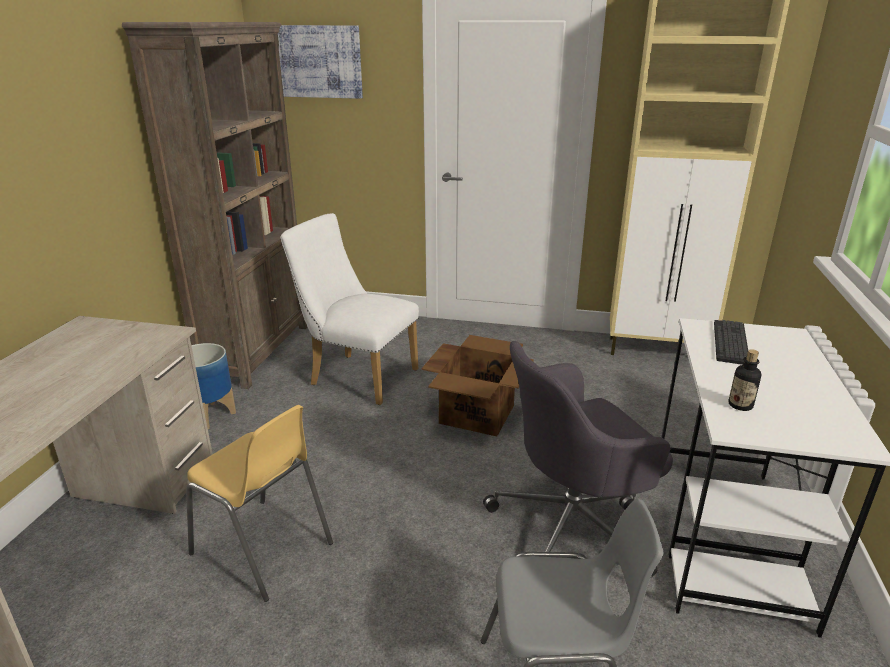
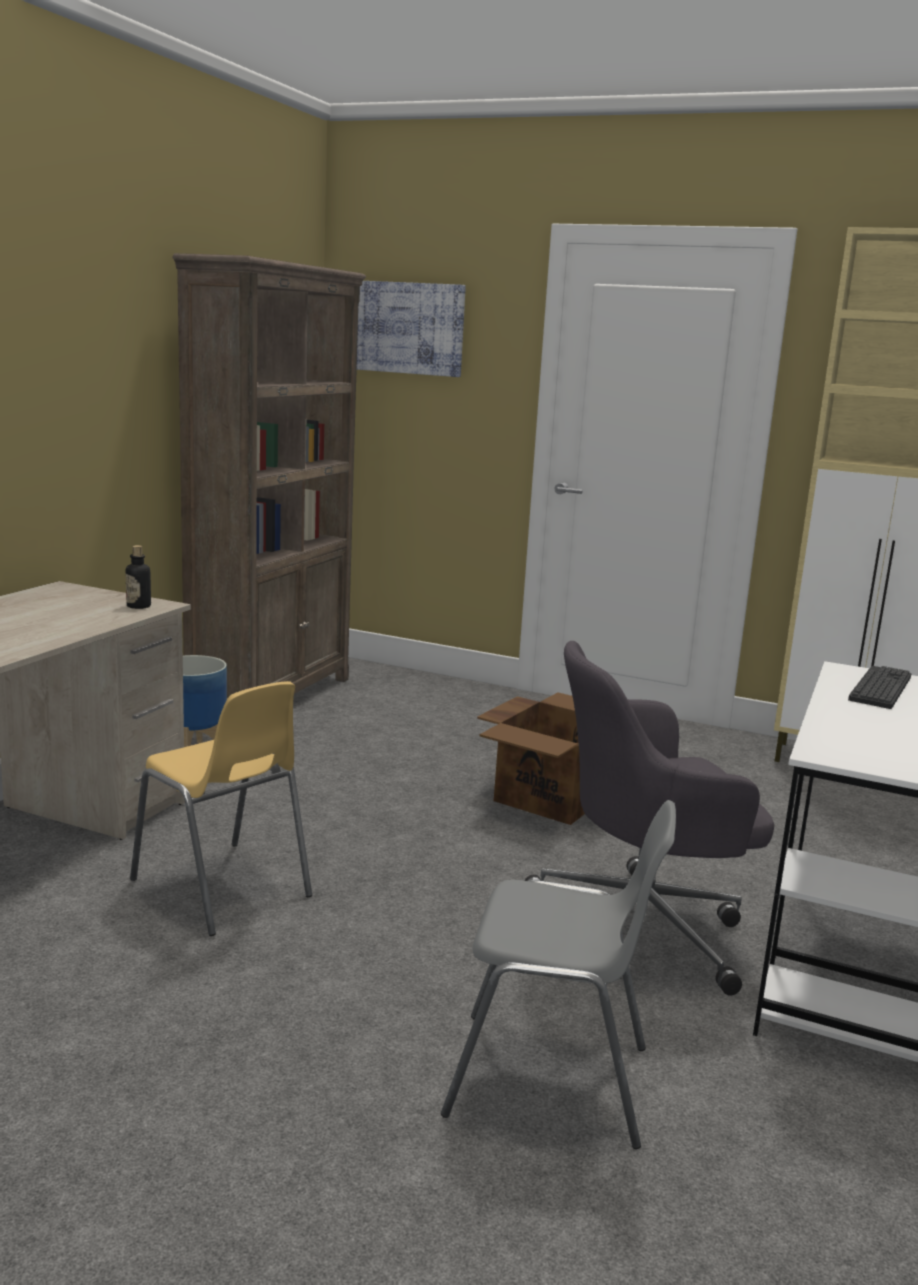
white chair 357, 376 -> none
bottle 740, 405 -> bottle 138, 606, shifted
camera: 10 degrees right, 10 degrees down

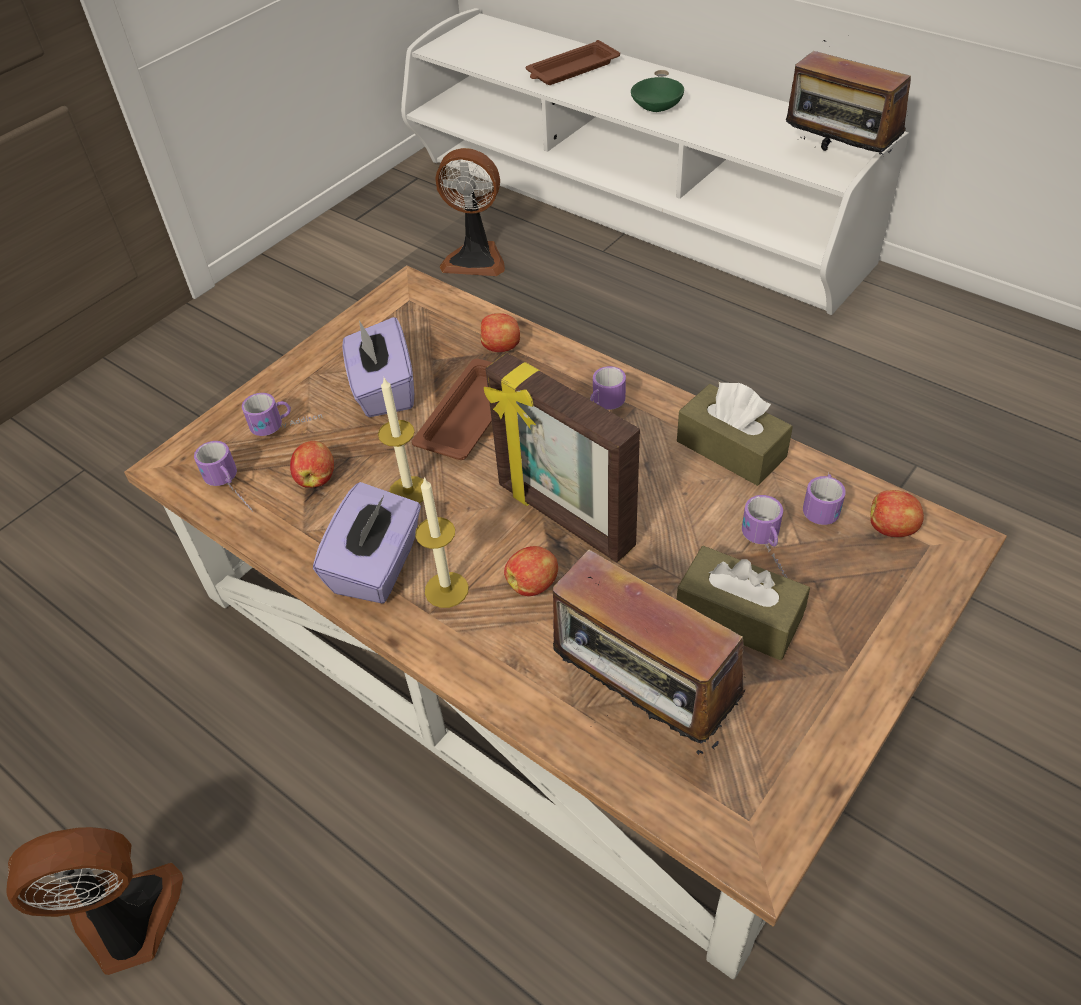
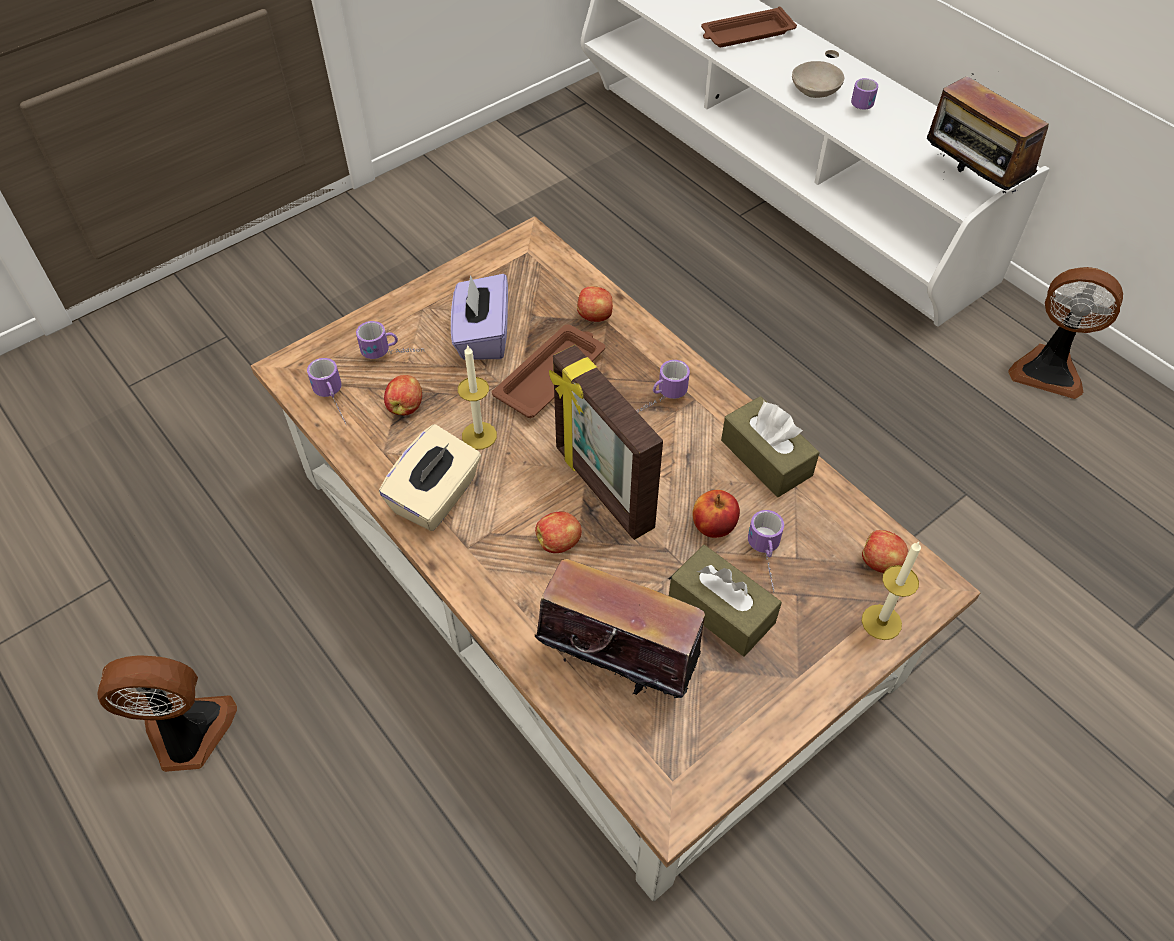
none -> apple 713, 526
candle 446, 589 -> candle 881, 622, shifted
fan 476, 259 -> fan 1048, 369, shifted
mug 822, 503 -> mug 866, 102, shifted
purple tissue box 377, 566 -> beige tissue box 436, 497
green bowl 658, 105 -> beige bowl 817, 90
radio 642, 702 -> radio 617, 664, 150 degrees clockwise
camera: 10 degrees right, 5 degrees up

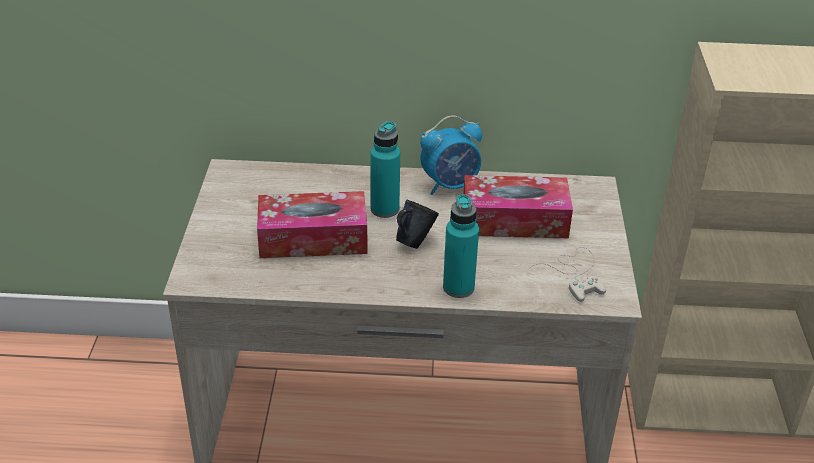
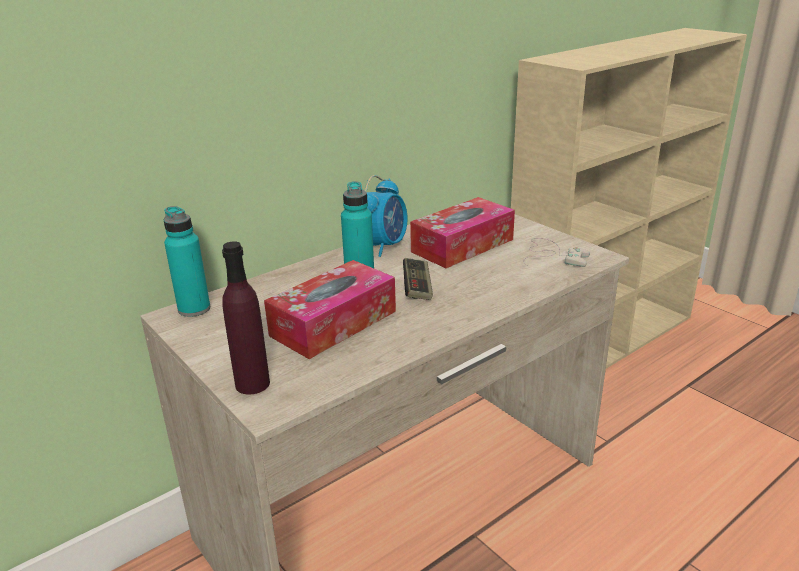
none -> purple bottle 252, 384
turquoise bottle 458, 287 -> turquoise bottle 194, 309, shifted
blue mug 414, 241 -> game controller 417, 287
camera: 40 degrees left, 10 degrees down

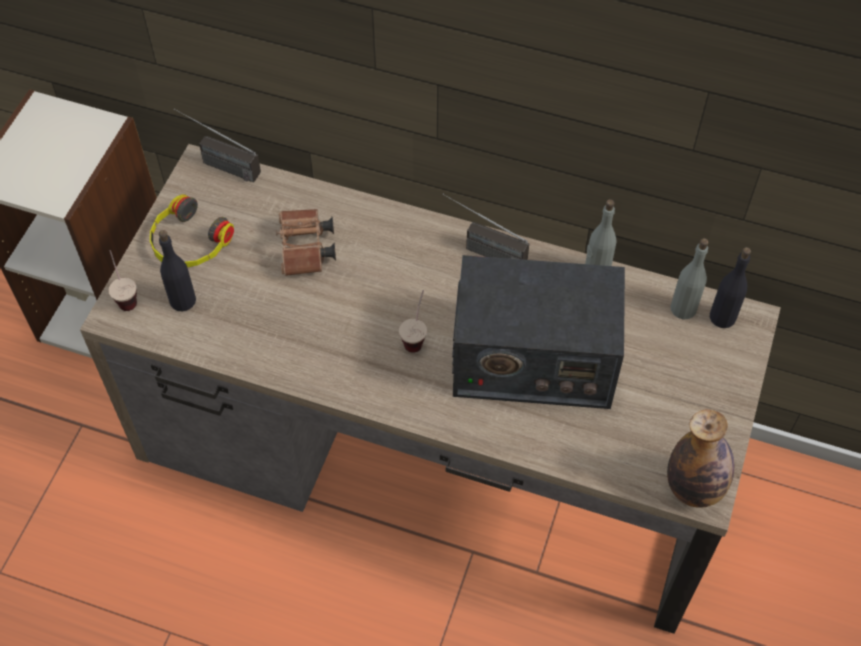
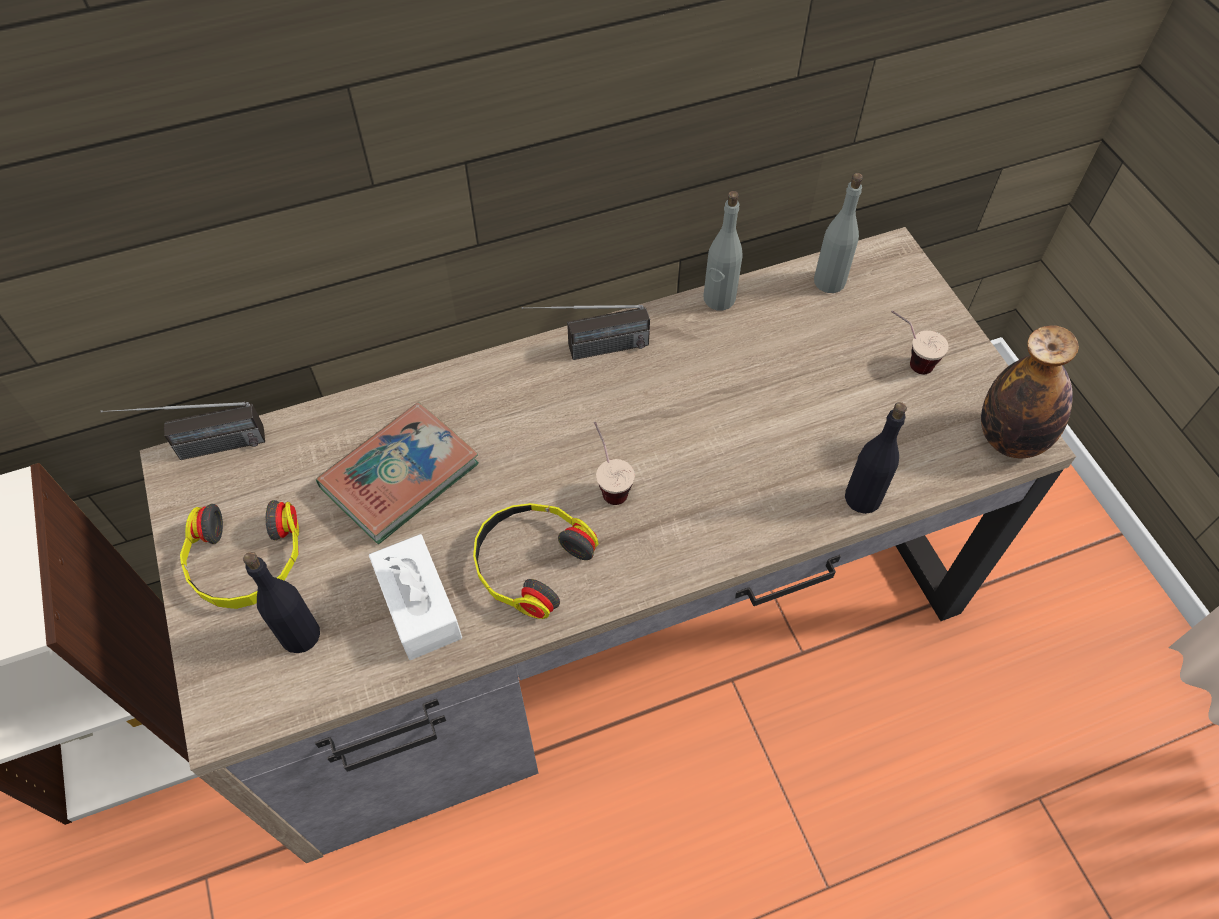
radio 532, 360 -> none
none -> white tissue box 419, 606
none -> headphones 530, 562
cup 125, 295 -> cup 907, 360, shifted
black bottle 722, 317 -> black bottle 862, 497, shifted
brown binoculars 306, 251 -> book 400, 476
camera: 40 degrees left, 0 degrees up

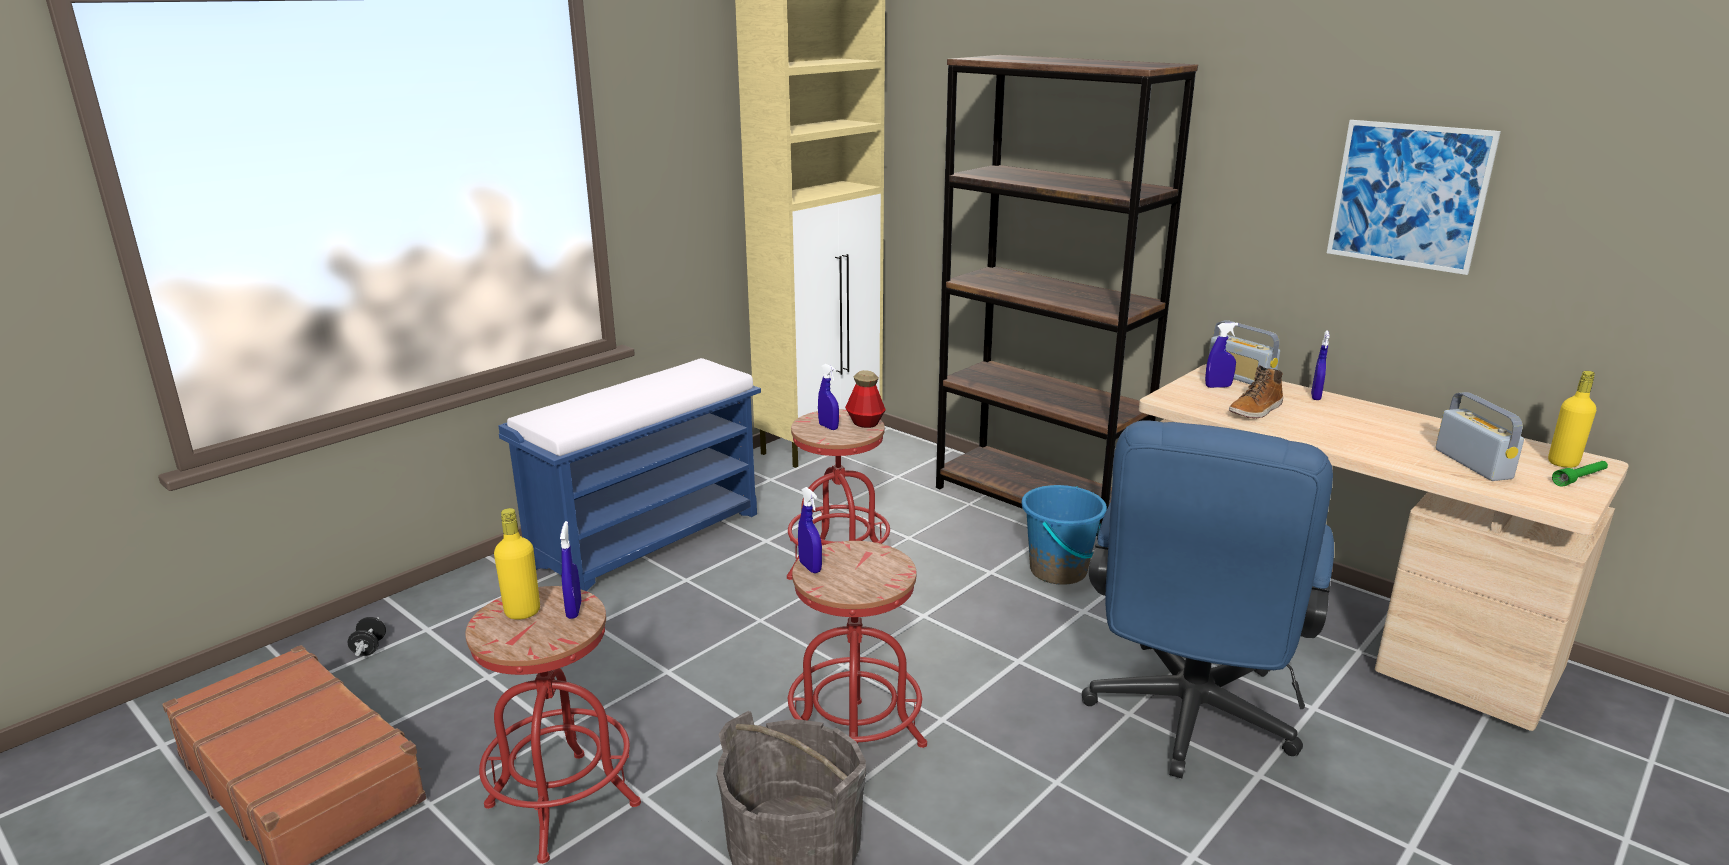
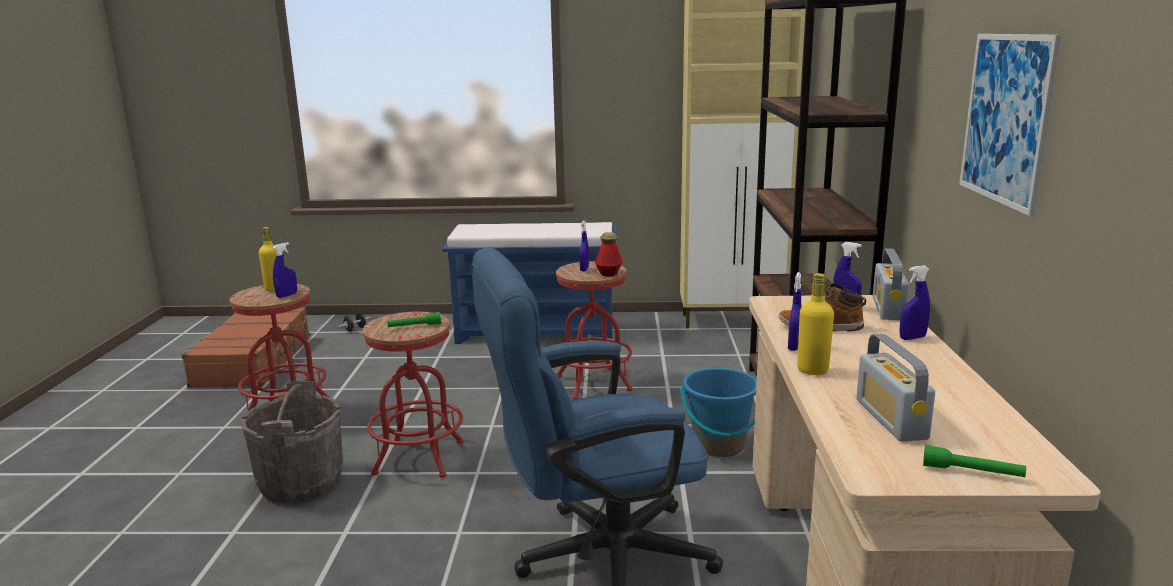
none -> green flashlight 414, 326
blue spray bottle 810, 567 -> blue spray bottle 793, 346, shifted
yellow bottle 1563, 463 -> yellow bottle 812, 370, shifted
radio 1472, 464 -> radio 891, 419, 135 degrees clockwise
camera: 50 degrees right, 5 degrees down

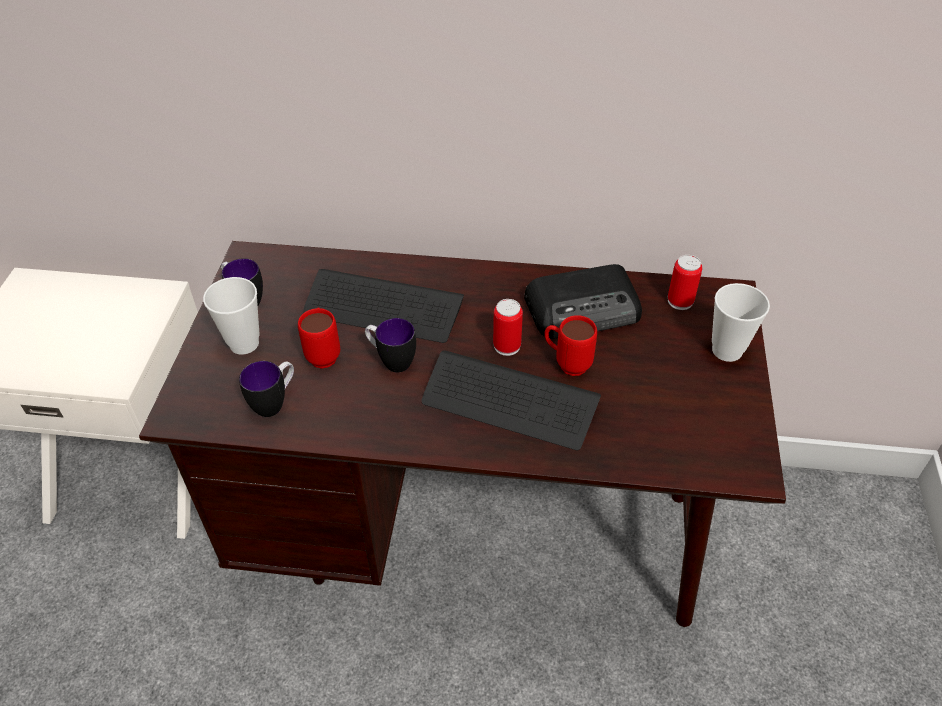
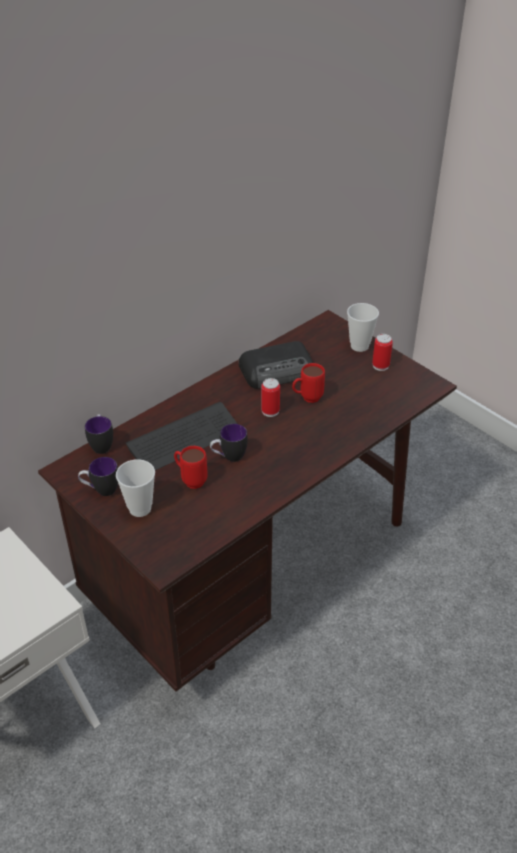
keyboard 509, 402 -> none
mug 275, 402 -> mug 102, 444, shifted
can 680, 301 -> can 380, 365, shifted
radio 584, 309 -> radio 278, 370, 45 degrees clockwise
camera: 50 degrees left, 5 degrees down

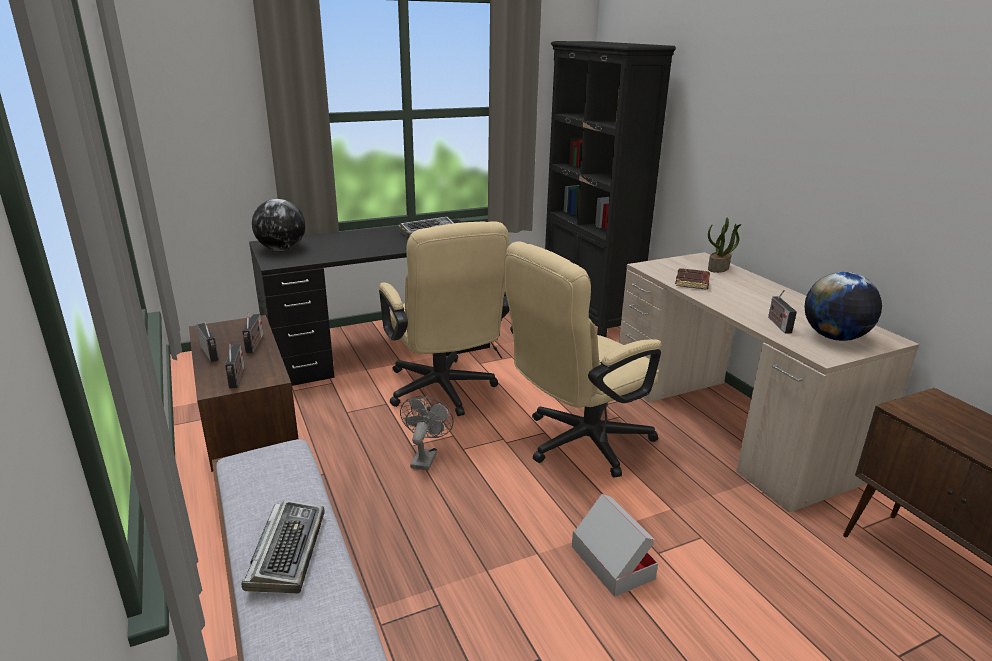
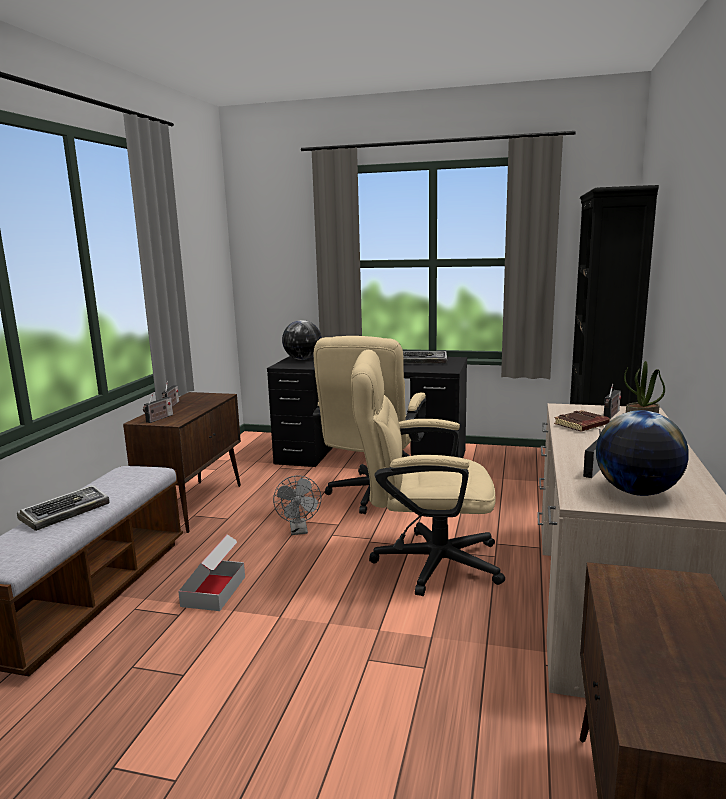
radio 254, 344 -> radio 611, 415, shifted
cardboard box 612, 562 -> cardboard box 213, 591, shifted
grey fan 425, 457 -> grey fan 299, 531, 120 degrees clockwise
camera: 40 degrees right, 10 degrees down

